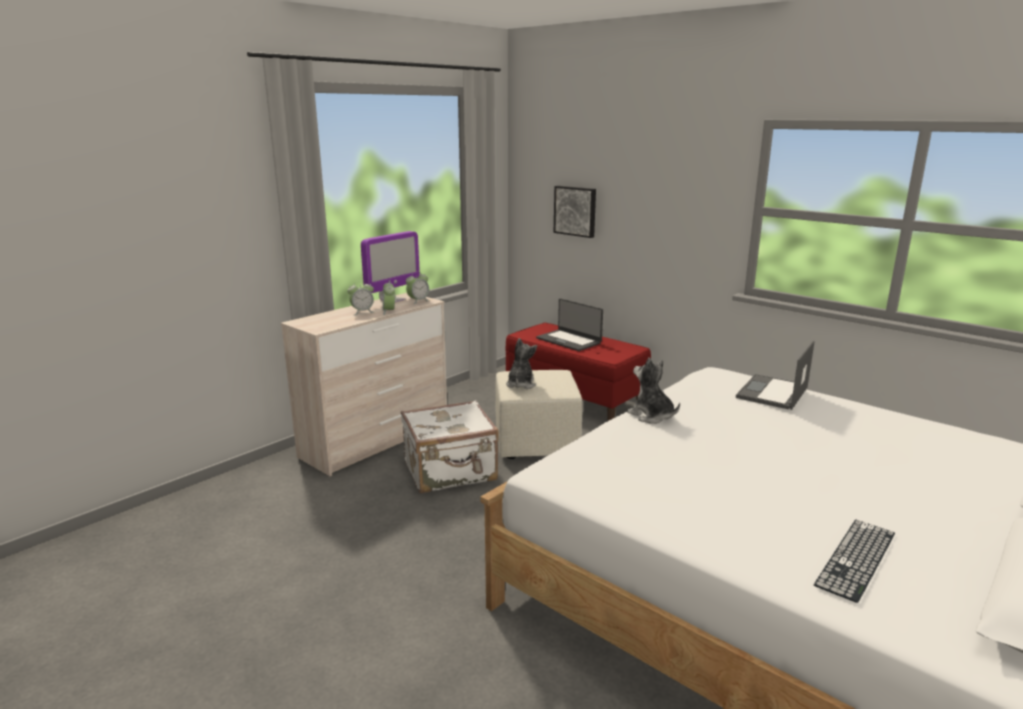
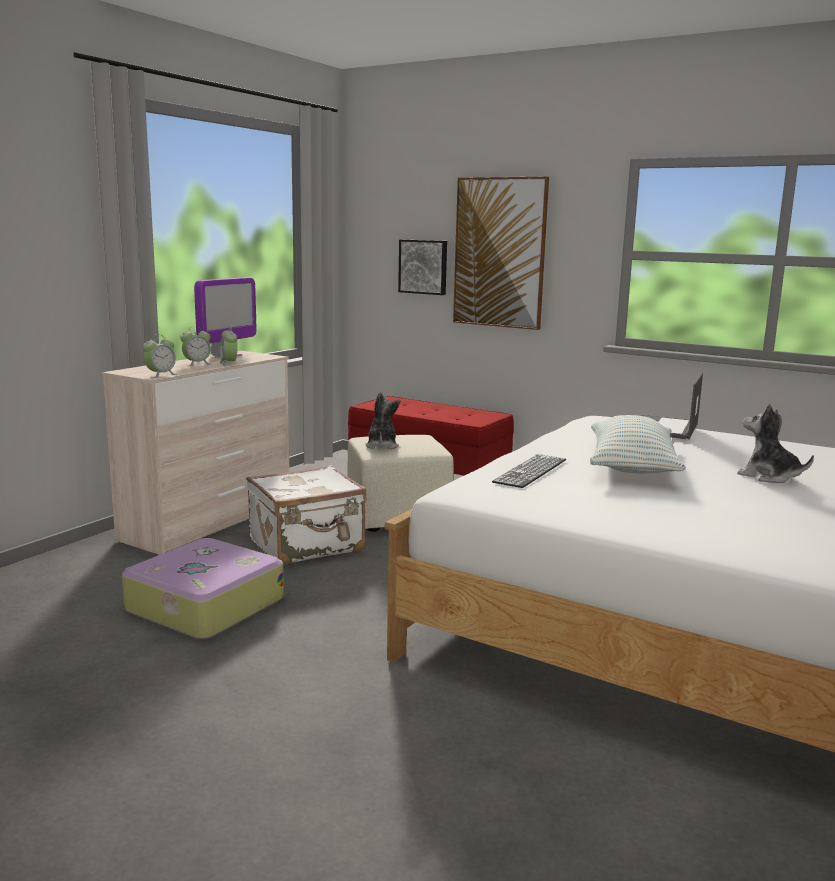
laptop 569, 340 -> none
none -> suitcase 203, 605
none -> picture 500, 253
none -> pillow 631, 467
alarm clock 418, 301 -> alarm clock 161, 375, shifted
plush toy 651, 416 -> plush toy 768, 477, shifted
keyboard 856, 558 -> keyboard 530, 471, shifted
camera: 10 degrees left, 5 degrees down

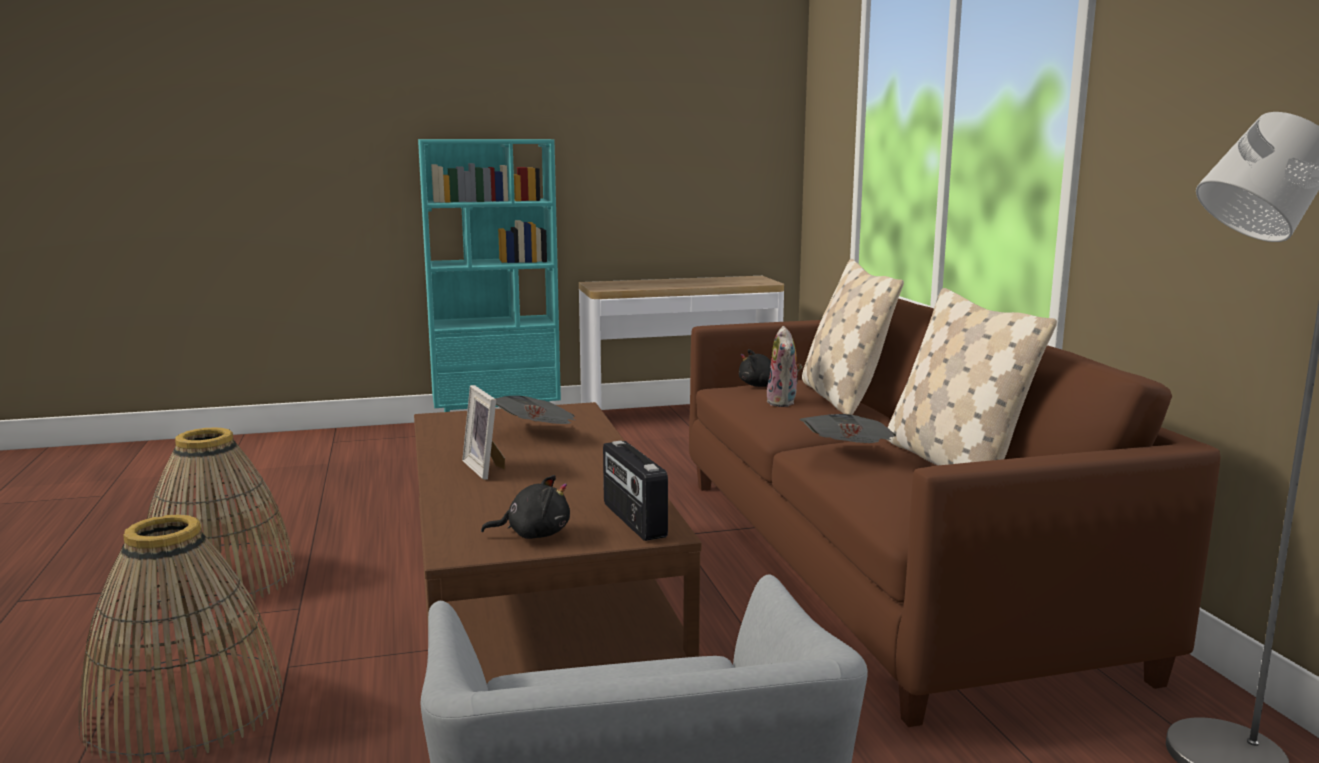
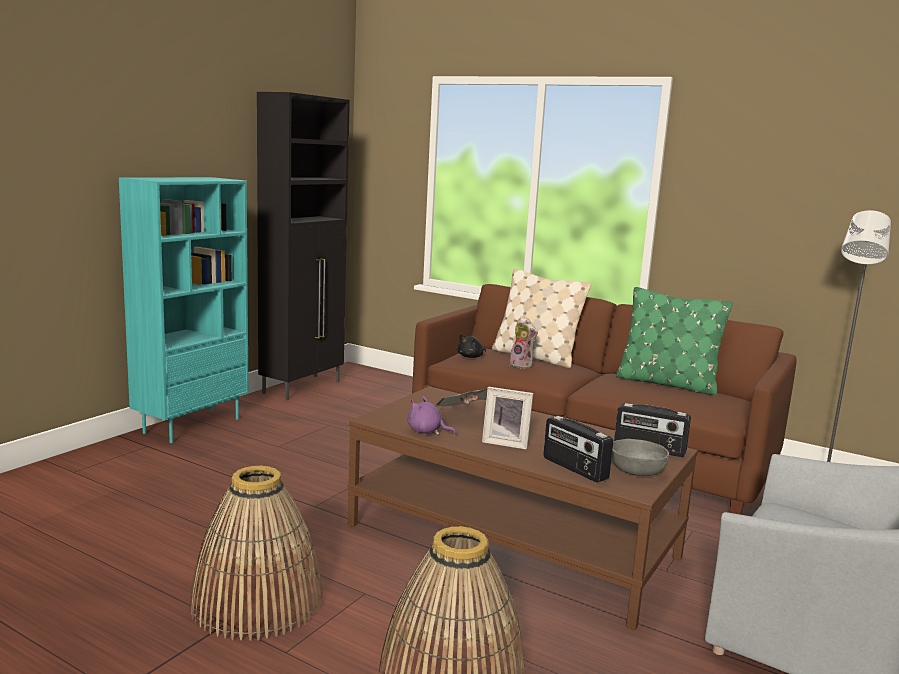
newspaper 848, 454 -> none
none -> purple plush toy 427, 432
none -> radio 574, 469
black plush toy 534, 534 -> grey bowl 636, 470
console table 680, 413 -> black cabinet 303, 387
beige pillow 953, 463 -> green pillow 667, 383
camera: 45 degrees left, 0 degrees up

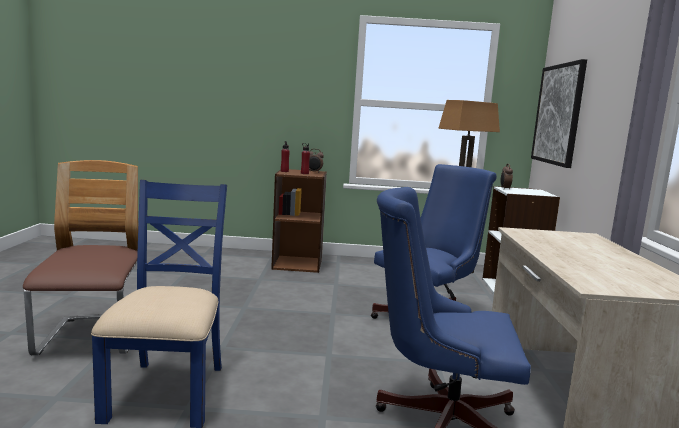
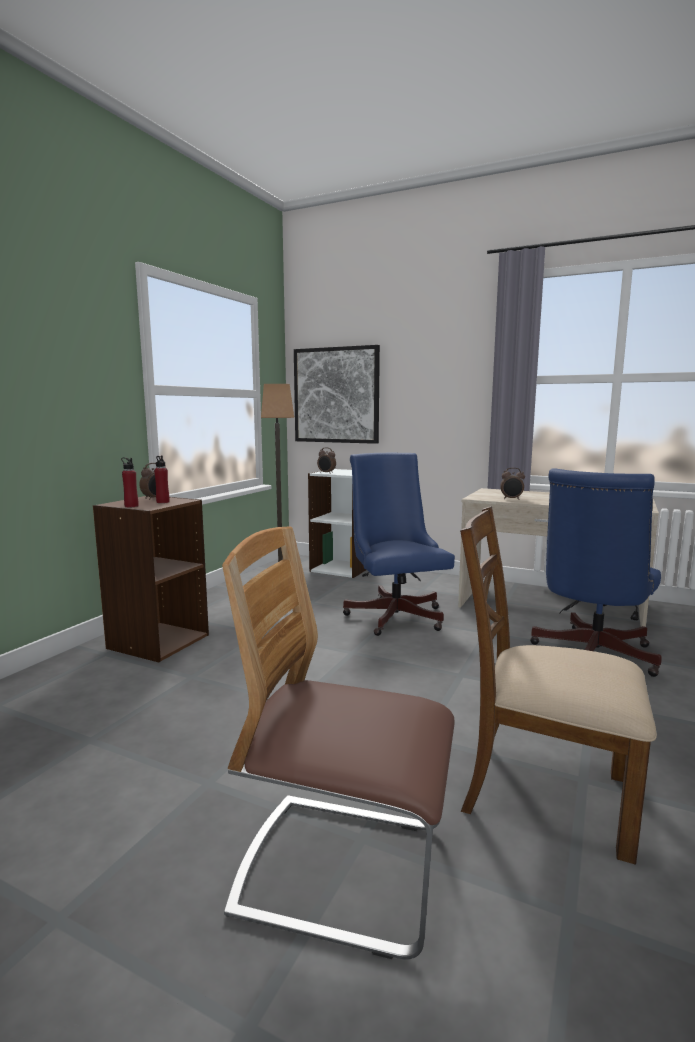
none -> alarm clock 511, 499
blue chair 168, 391 -> brown chair 544, 792
camera: 65 degrees left, 0 degrees up

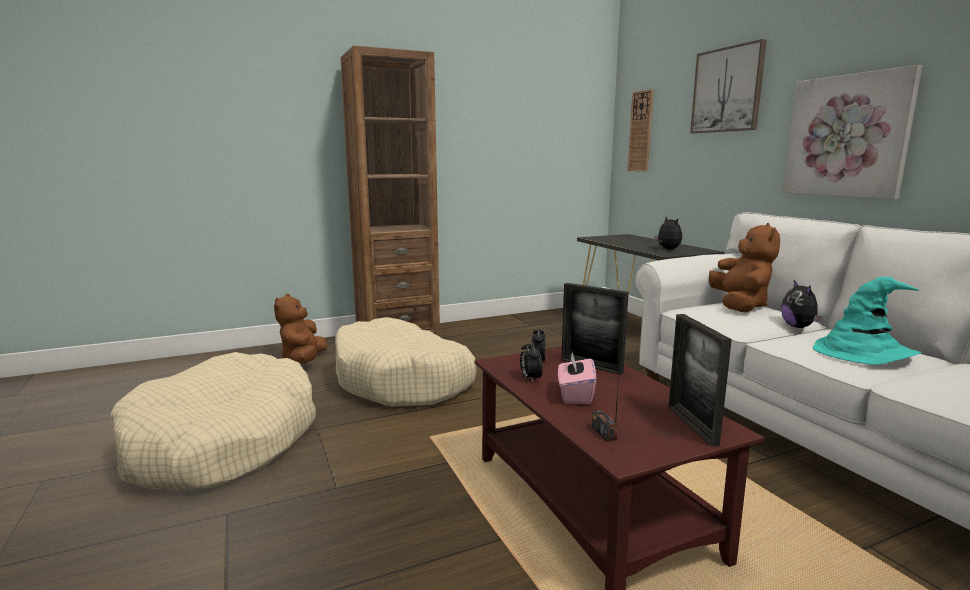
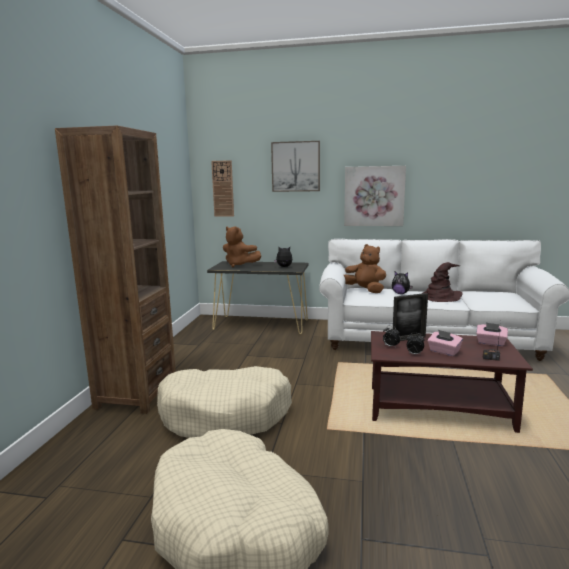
brown plush toy 304, 360 -> brown plush toy 239, 265, shifted
picture frame 692, 425 -> pink tissue box 490, 343
turquoise hat 863, 352 -> brown hat 441, 297
camera: 55 degrees left, 0 degrees up

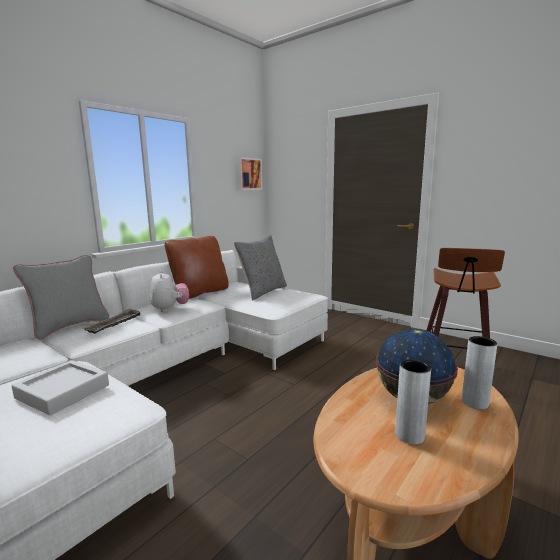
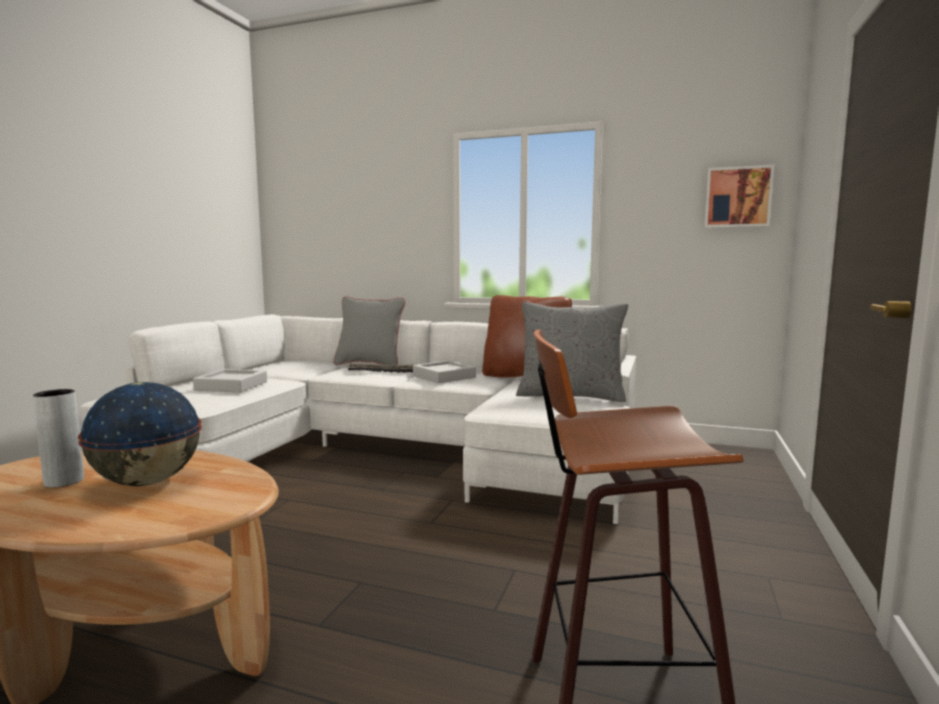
grey vase 474, 402 -> none
plush toy 170, 309 -> grey tray 444, 377
camera: 70 degrees right, 5 degrees down

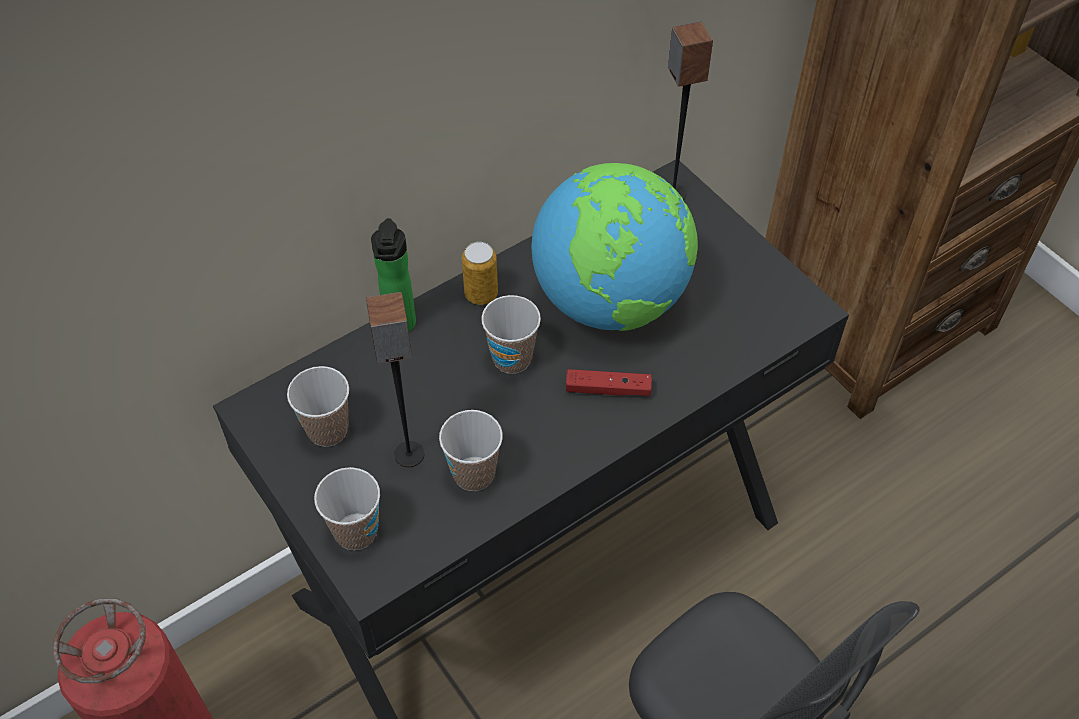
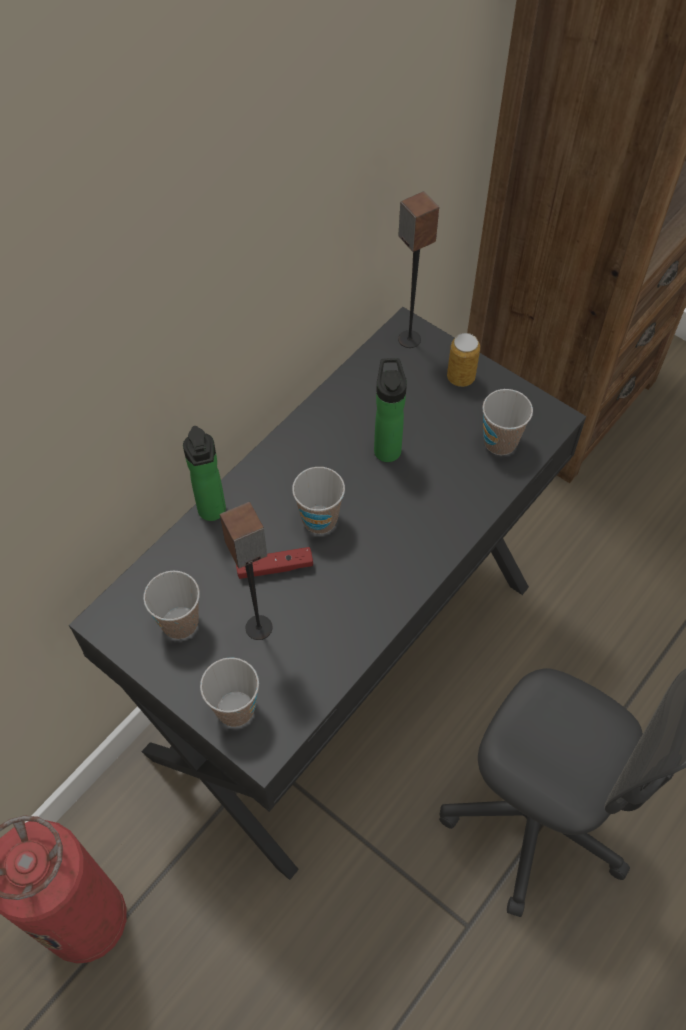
cup 474, 474 -> cup 500, 442, shifted
can 481, 294 -> can 460, 377, shifted
red game controller 608, 389 -> red game controller 275, 567, shifted
globe 611, 300 -> bottle 387, 447
camera: 15 degrees left, 5 degrees up

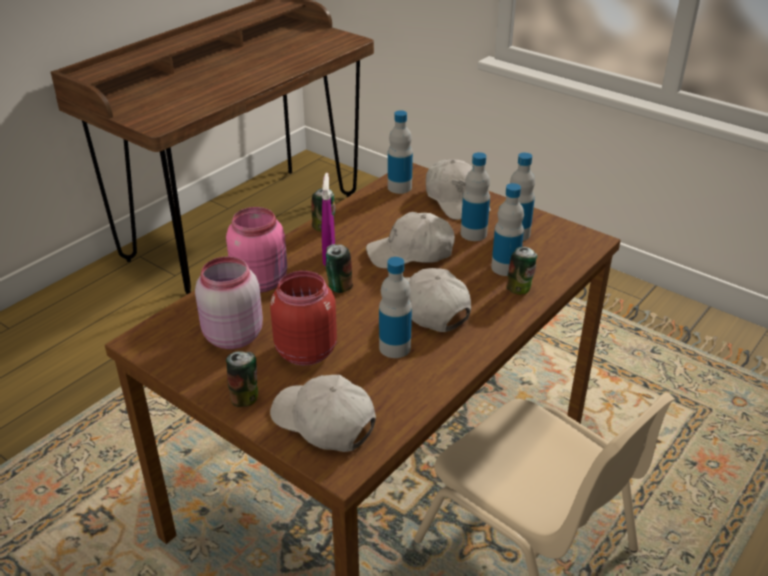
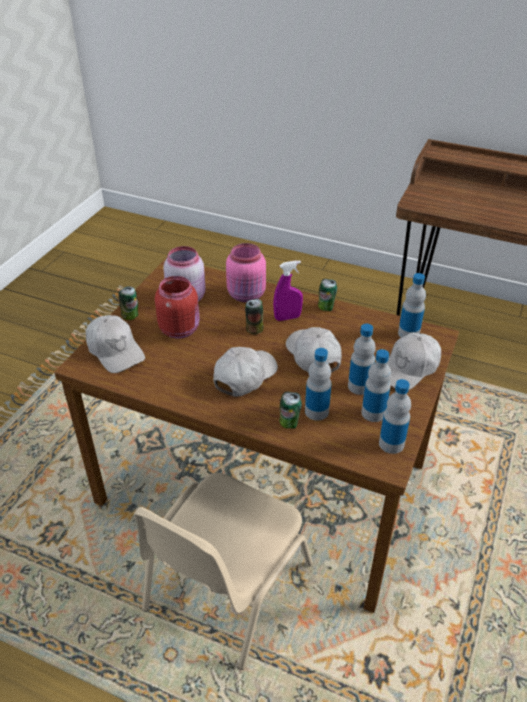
bottle 395, 347 -> bottle 391, 444, shifted
white cap 324, 422 -> white cap 115, 350, 120 degrees clockwise
camera: 75 degrees right, 5 degrees up

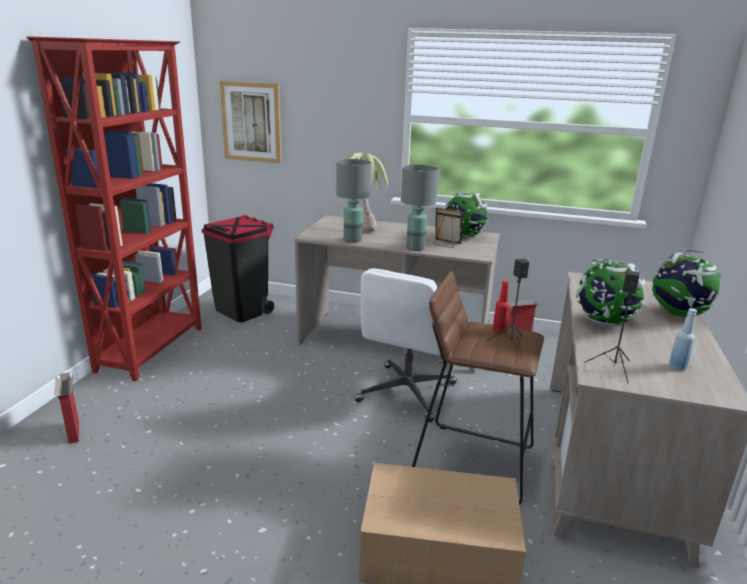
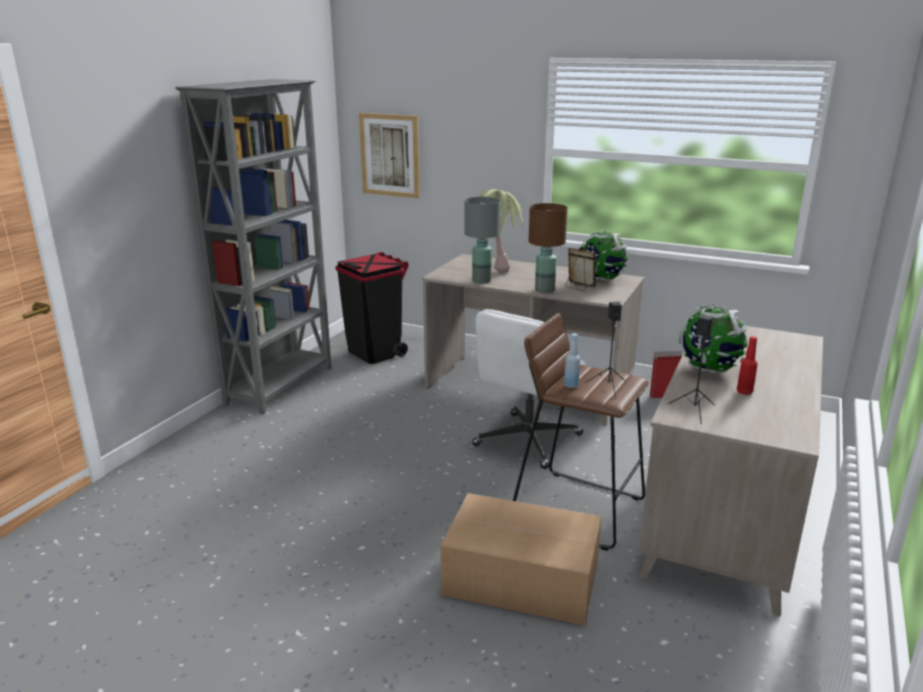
cardboard box 74, 433 -> none
globe 678, 314 -> none
red bottle 499, 330 -> red bottle 744, 392, shifted
blue bottle 677, 366 -> blue bottle 571, 385, shifted
red bookcase 152, 349 -> grey bookcase 281, 385
grey table lamp 415, 248 -> brown table lamp 544, 290
camera: 10 degrees right, 0 degrees up

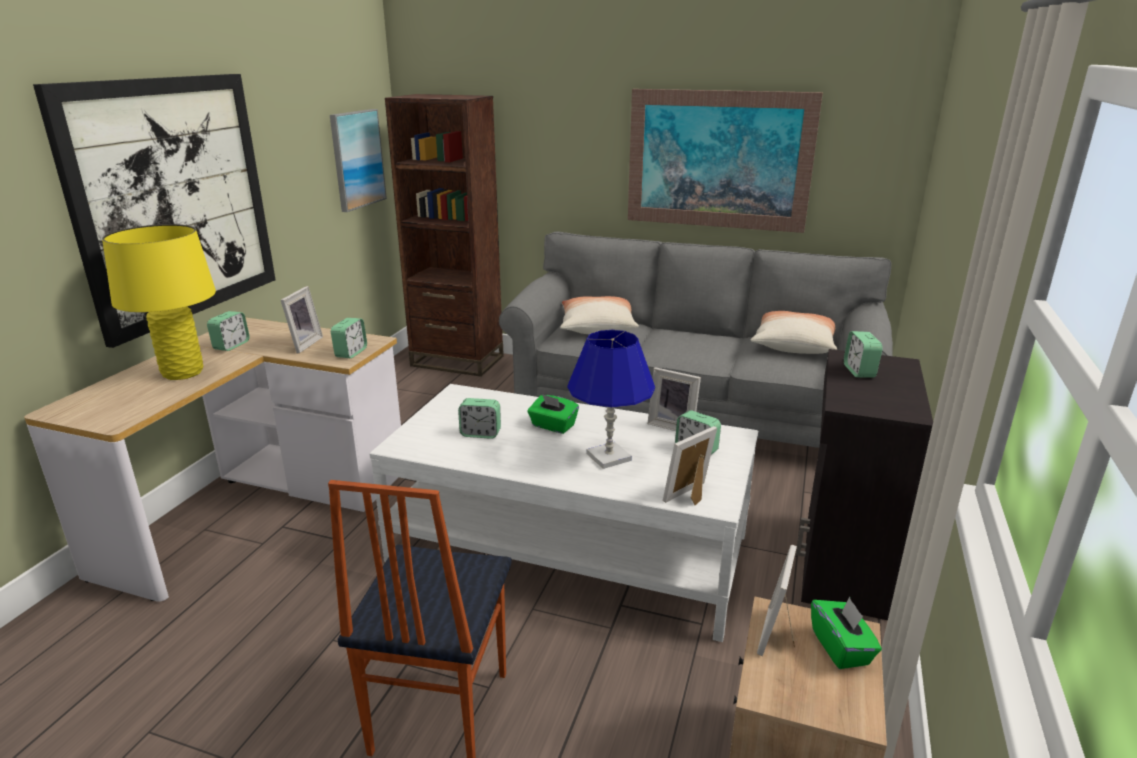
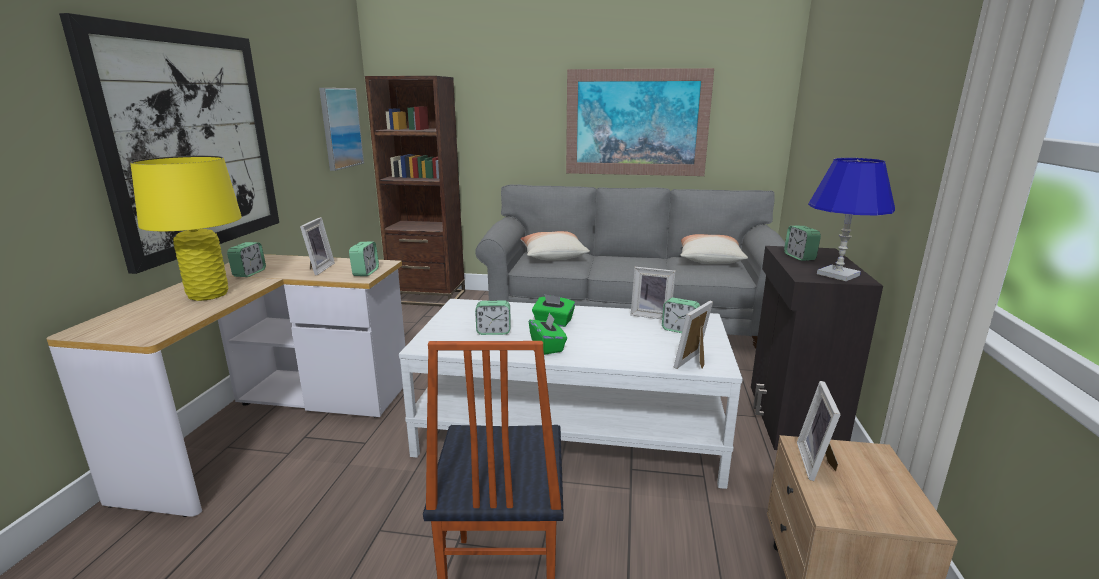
blue table lamp 609, 457 -> blue table lamp 838, 274, shifted
green tissue box 841, 648 -> green tissue box 547, 346, shifted
camera: 10 degrees left, 5 degrees down

